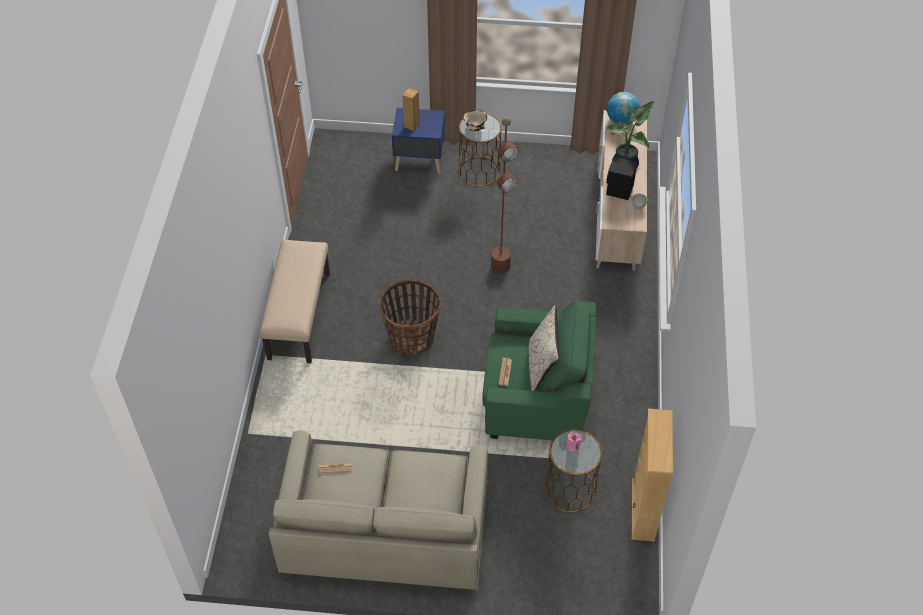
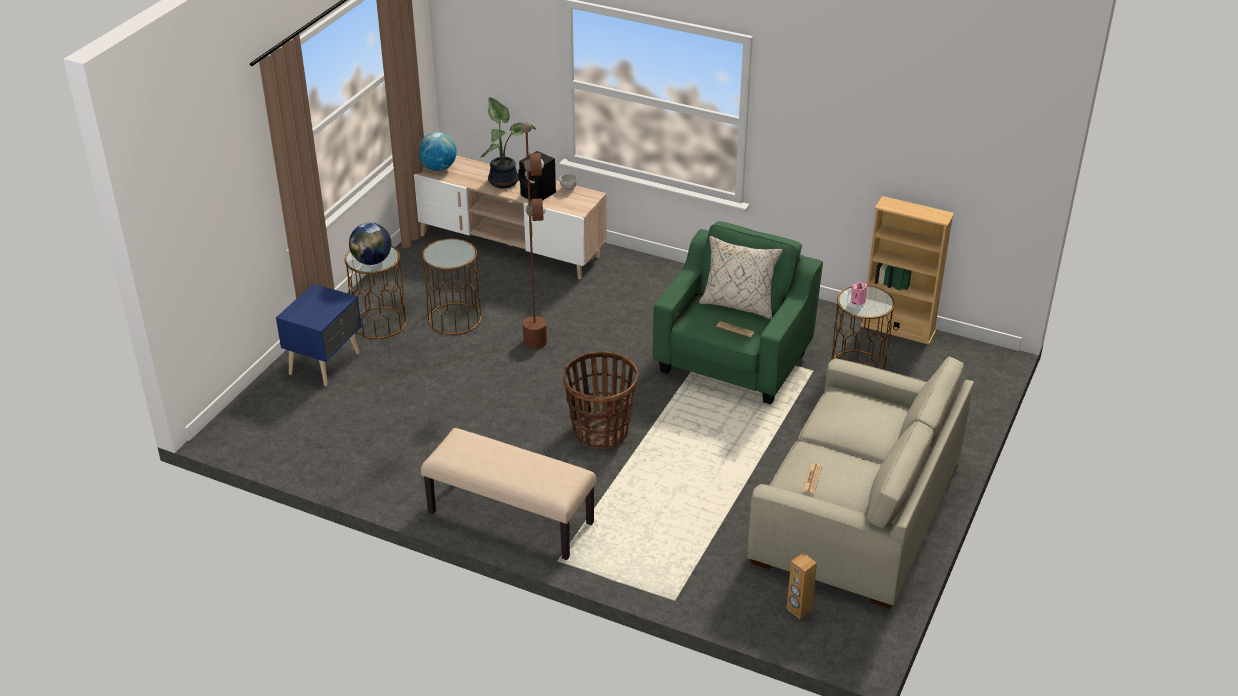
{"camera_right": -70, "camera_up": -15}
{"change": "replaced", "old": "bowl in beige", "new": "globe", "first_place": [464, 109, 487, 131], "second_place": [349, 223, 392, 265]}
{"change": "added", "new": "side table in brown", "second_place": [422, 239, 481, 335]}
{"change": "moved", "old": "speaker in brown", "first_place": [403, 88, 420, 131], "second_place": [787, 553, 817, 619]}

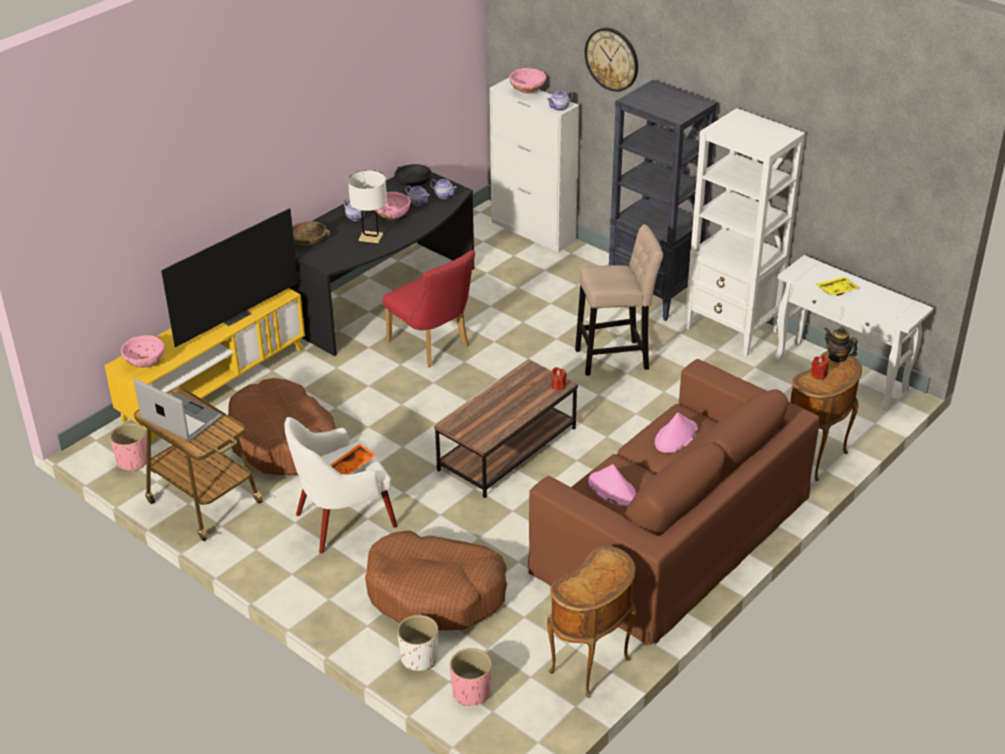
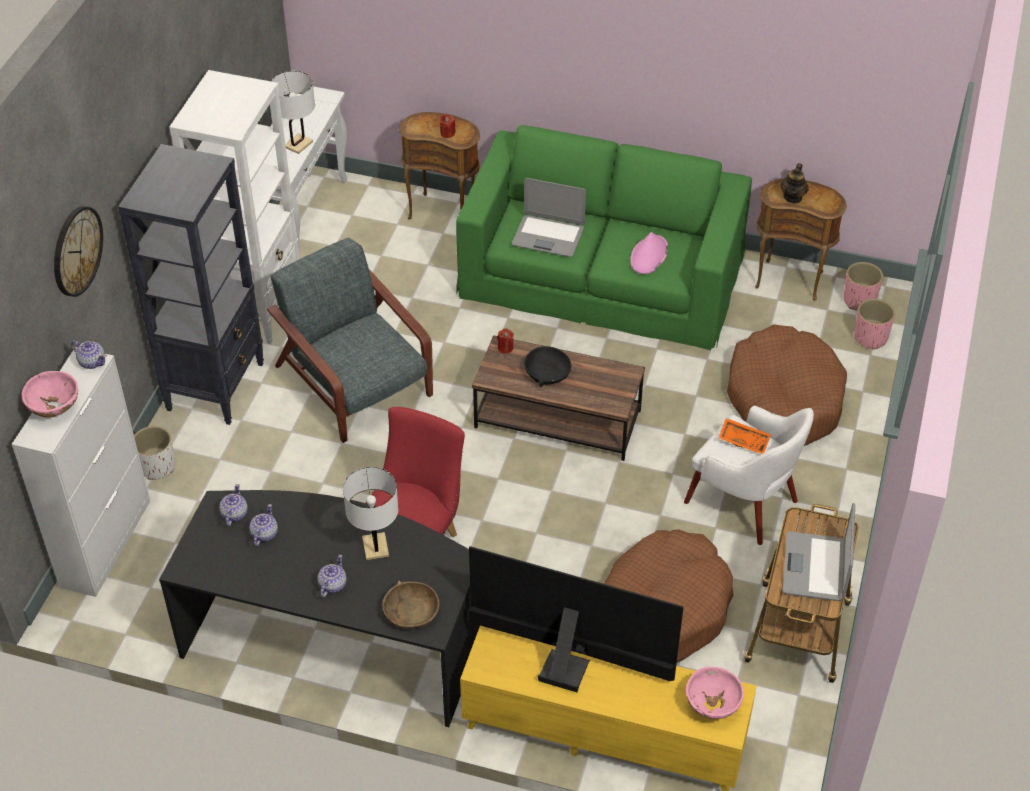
{"camera_right": -115, "camera_up": 10}
{"change": "moved", "old": "planter in white", "first_place": [397, 615, 438, 671], "second_place": [134, 426, 175, 480]}
{"change": "replaced", "old": "stool in beige", "new": "armchair in grey", "first_place": [575, 224, 663, 376], "second_place": [267, 238, 433, 443]}
{"change": "replaced", "old": "tray in yellow", "new": "table lamp in white", "first_place": [816, 277, 859, 296], "second_place": [271, 71, 315, 154]}
{"change": "recoloured", "old": "sofa in brown", "new": "sofa in green", "first_place": [528, 359, 820, 646], "second_place": [456, 125, 752, 350]}
{"change": "replaced", "old": "hat in pink", "new": "laptop", "first_place": [655, 412, 698, 453], "second_place": [512, 178, 586, 257]}
{"change": "moved", "old": "bowl in black", "first_place": [394, 164, 432, 187], "second_place": [524, 346, 571, 387]}
{"change": "moved", "old": "teapot", "first_place": [824, 327, 858, 363], "second_place": [780, 163, 809, 204]}
{"change": "moved", "old": "planter in pink", "first_place": [110, 423, 147, 471], "second_place": [843, 262, 883, 311]}
{"change": "removed", "old": "bowl in pink", "first_place": [375, 192, 411, 220]}

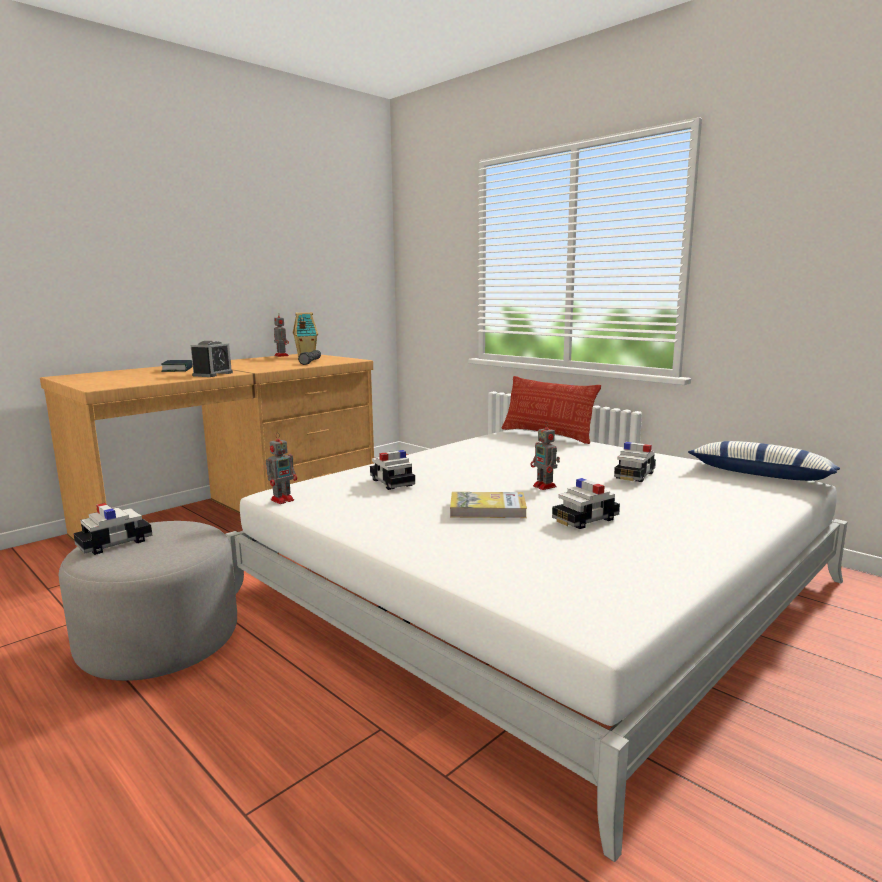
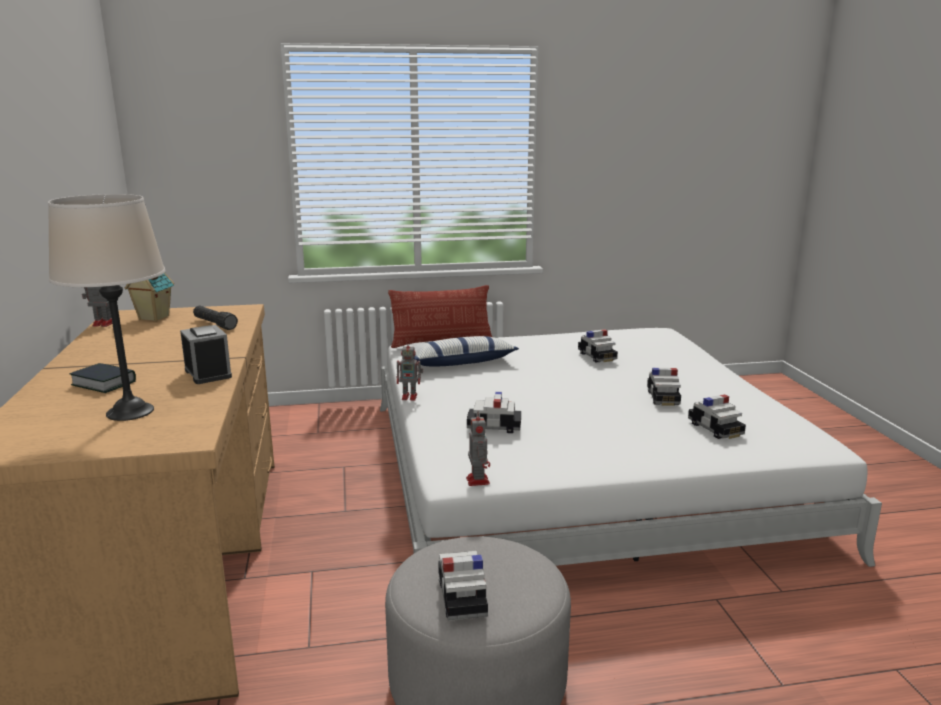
{"camera_right": -55, "camera_up": 5}
{"change": "added", "new": "table lamp in beige", "second_place": [48, 194, 165, 421]}
{"change": "moved", "old": "toy robot", "first_place": [531, 421, 560, 490], "second_place": [397, 342, 423, 400]}
{"change": "moved", "old": "pillow", "first_place": [688, 441, 840, 481], "second_place": [414, 336, 519, 367]}
{"change": "added", "new": "toy car", "second_place": [688, 394, 746, 439]}
{"change": "removed", "old": "book", "first_place": [450, 492, 527, 518]}

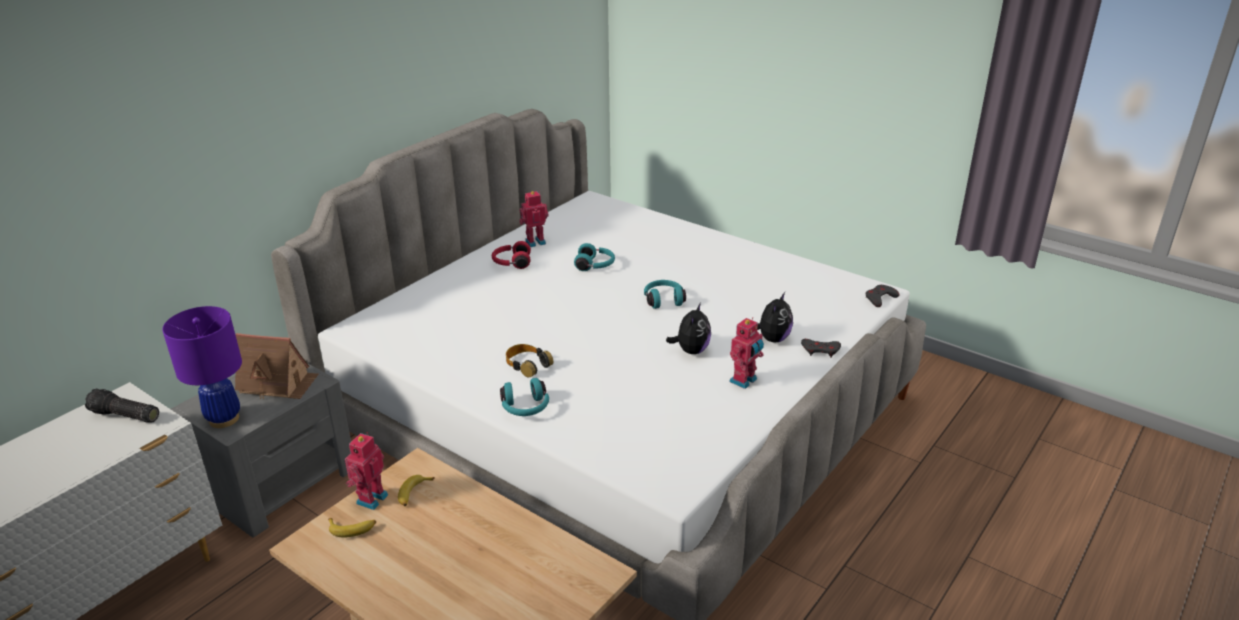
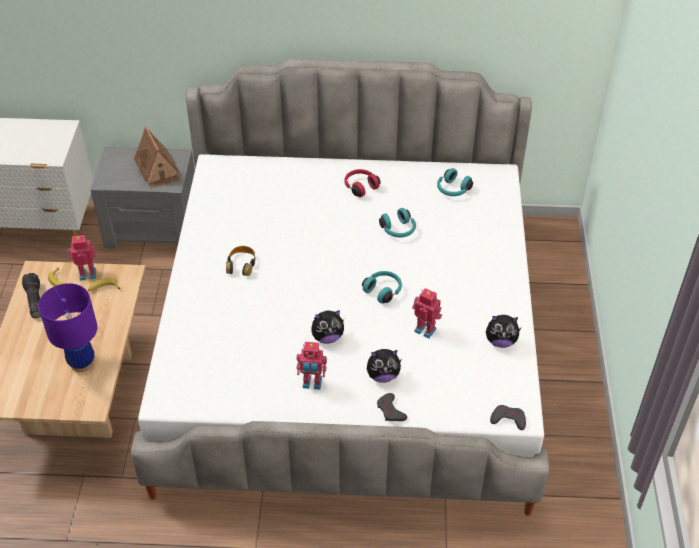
{"camera_right": 55, "camera_up": 15}
{"change": "moved", "old": "flashlight", "first_place": [85, 389, 159, 423], "second_place": [22, 273, 41, 318]}
{"change": "moved", "old": "table lamp in purple", "first_place": [162, 306, 242, 428], "second_place": [38, 283, 97, 372]}
{"change": "moved", "old": "toy robot", "first_place": [519, 191, 549, 247], "second_place": [412, 288, 442, 339]}
{"change": "moved", "old": "headphones in turquoise", "first_place": [500, 378, 549, 416], "second_place": [437, 168, 473, 196]}
{"change": "added", "new": "plush toy", "second_place": [486, 315, 521, 348]}

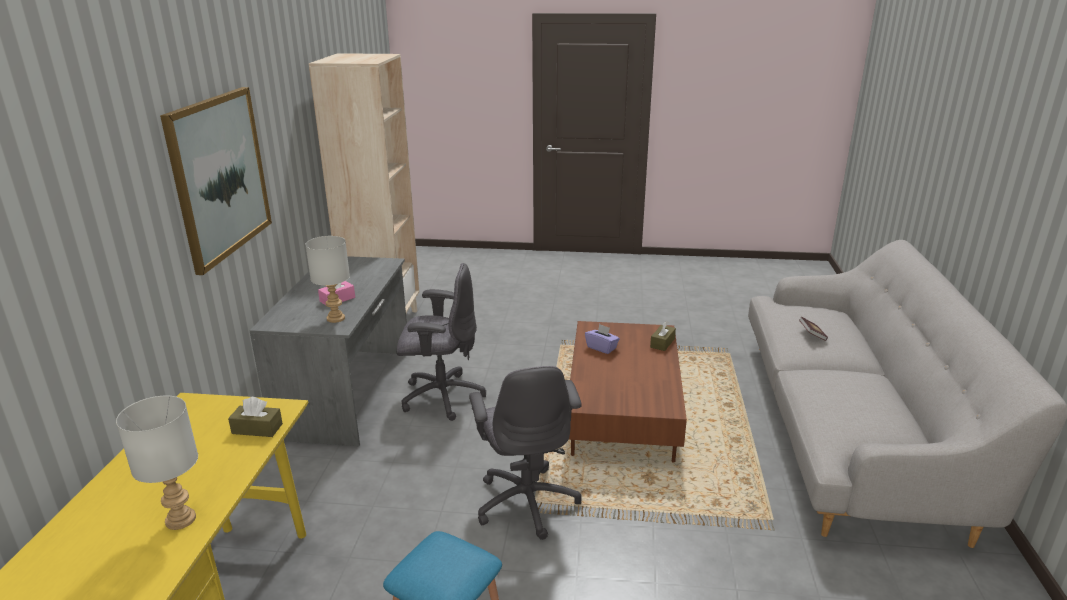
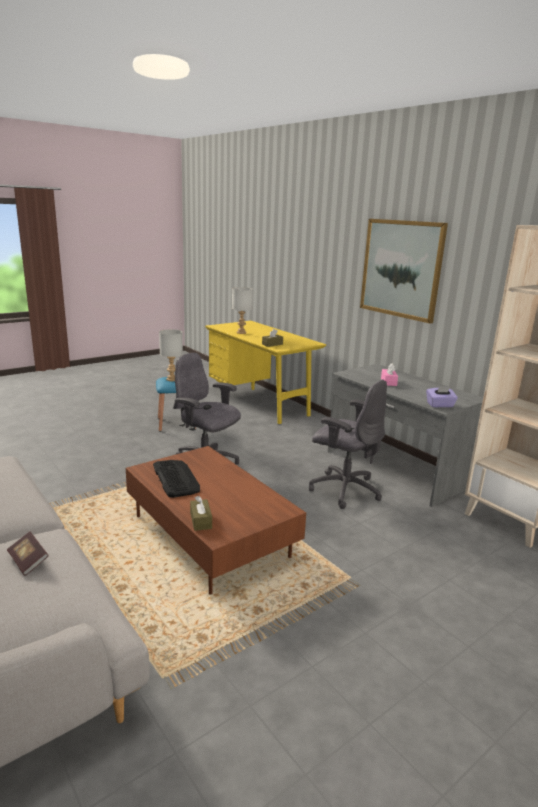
{"camera_right": 135, "camera_up": -5}
{"change": "added", "new": "keyboard", "second_place": [153, 460, 200, 498]}
{"change": "moved", "old": "table lamp in grey", "first_place": [305, 236, 350, 323], "second_place": [159, 329, 183, 381]}
{"change": "turned", "old": "office chair in grey", "first_place": [397, 263, 486, 421], "second_place": [309, 380, 387, 509], "degrees": -105}
{"change": "moved", "old": "tissue box in purple", "first_place": [585, 324, 620, 354], "second_place": [426, 386, 458, 407]}

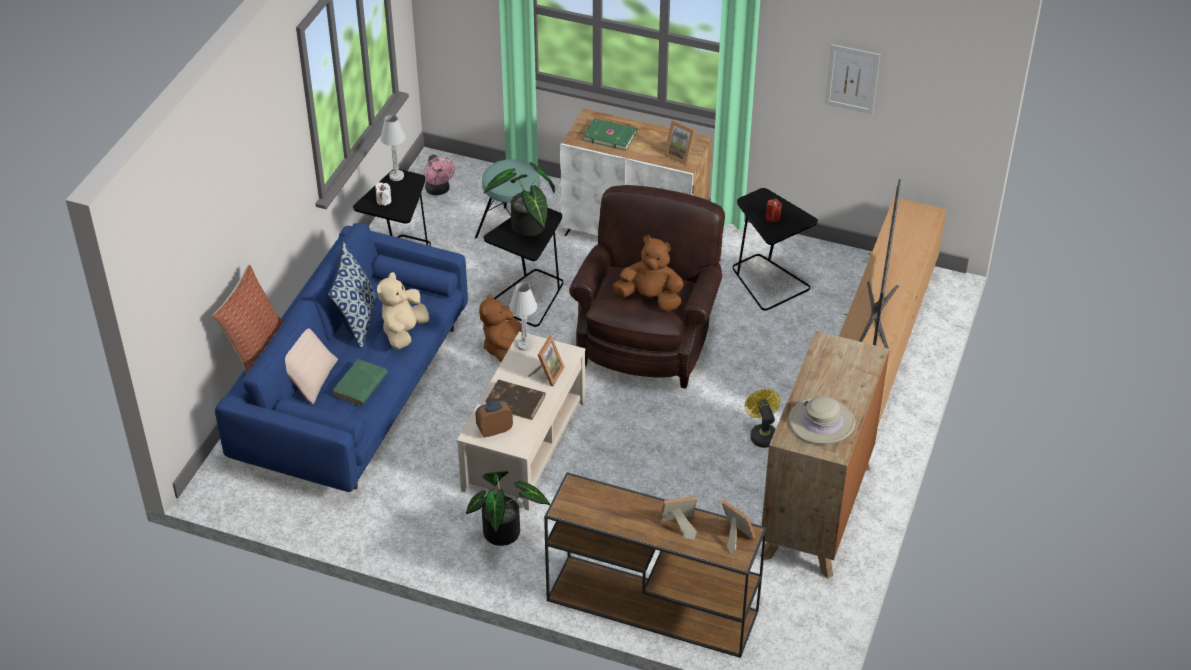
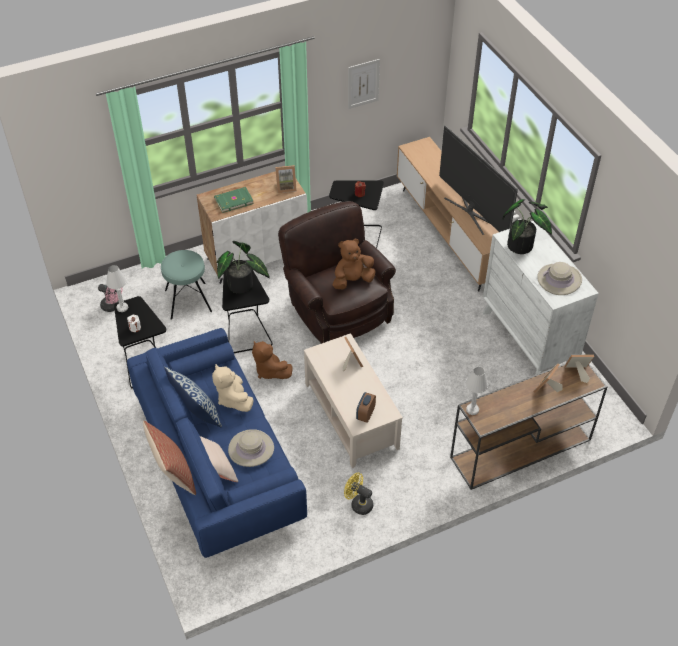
{"camera_right": -45, "camera_up": 5}
{"change": "replaced", "old": "book in green", "new": "hat in beige", "first_place": [332, 359, 388, 406], "second_place": [228, 429, 274, 467]}
{"change": "moved", "old": "fan in yellow", "first_place": [745, 389, 781, 448], "second_place": [344, 473, 373, 515]}
{"change": "moved", "old": "table lamp in white", "first_place": [509, 283, 537, 351], "second_place": [466, 367, 488, 415]}
{"change": "recoloured", "old": "dresser in brown", "new": "dresser in white", "first_place": [760, 331, 889, 579], "second_place": [483, 221, 599, 375]}
{"change": "moved", "old": "potted plant", "first_place": [466, 470, 550, 546], "second_place": [503, 199, 552, 254]}
{"change": "removed", "old": "book in brown", "first_place": [485, 380, 545, 420]}

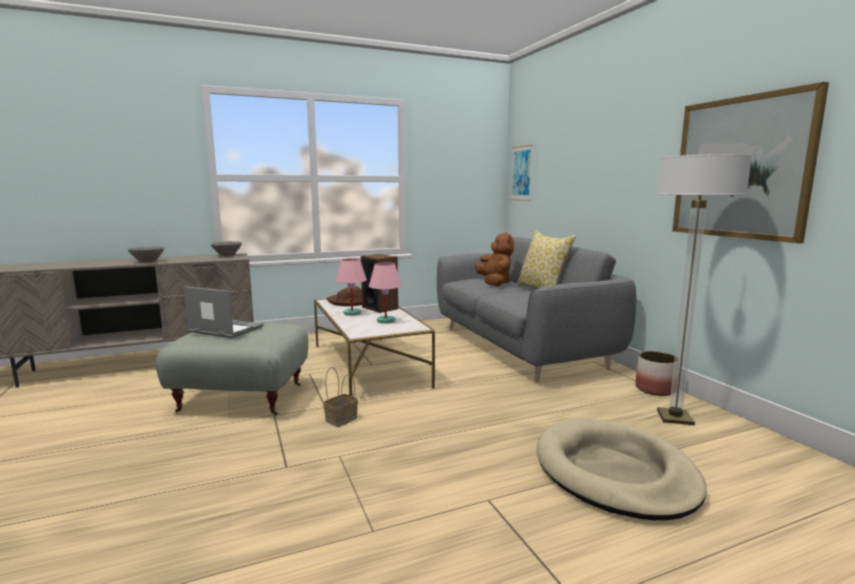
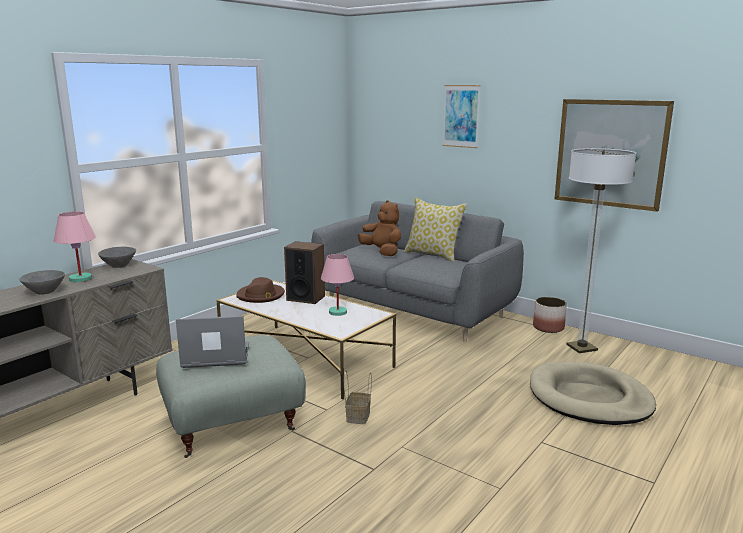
{"camera_right": -30, "camera_up": 5}
{"change": "moved", "old": "table lamp in pink", "first_place": [335, 258, 367, 316], "second_place": [54, 211, 96, 282]}
{"change": "moved", "old": "picture", "first_place": [510, 145, 533, 201], "second_place": [442, 85, 481, 148]}

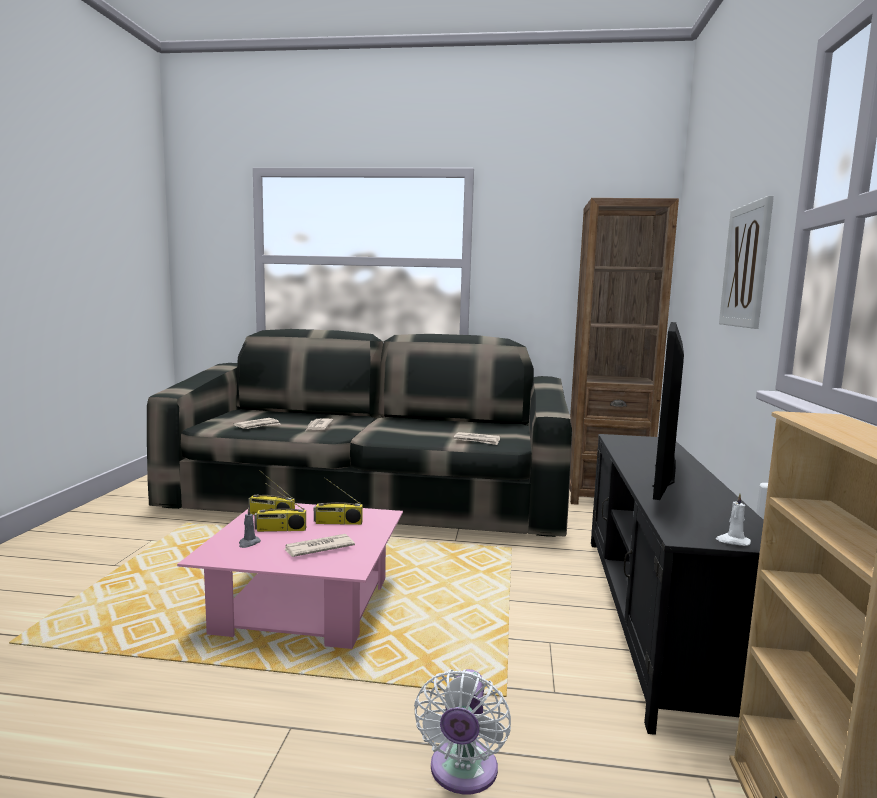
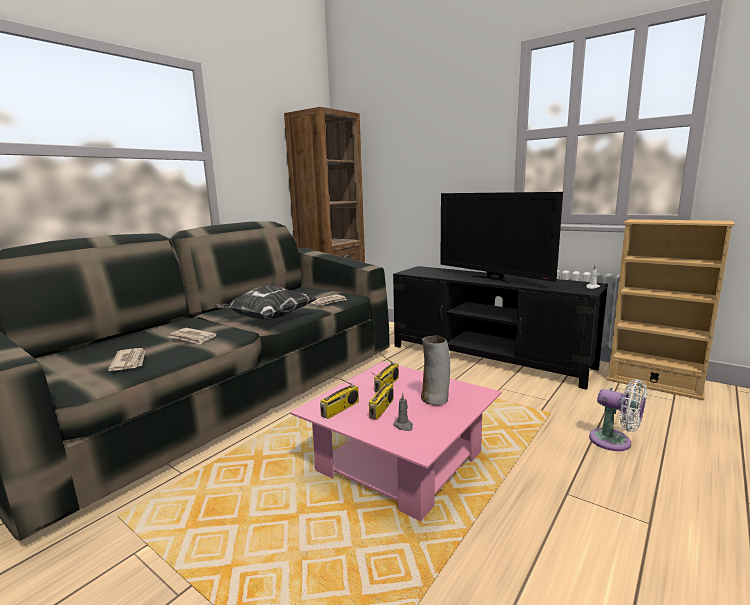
{"camera_right": -60, "camera_up": 5}
{"change": "added", "new": "pillow", "second_place": [214, 285, 317, 320]}
{"change": "replaced", "old": "newspaper", "new": "vase", "first_place": [284, 534, 355, 557], "second_place": [421, 336, 450, 406]}
{"change": "removed", "old": "picture", "first_place": [719, 195, 774, 329]}

